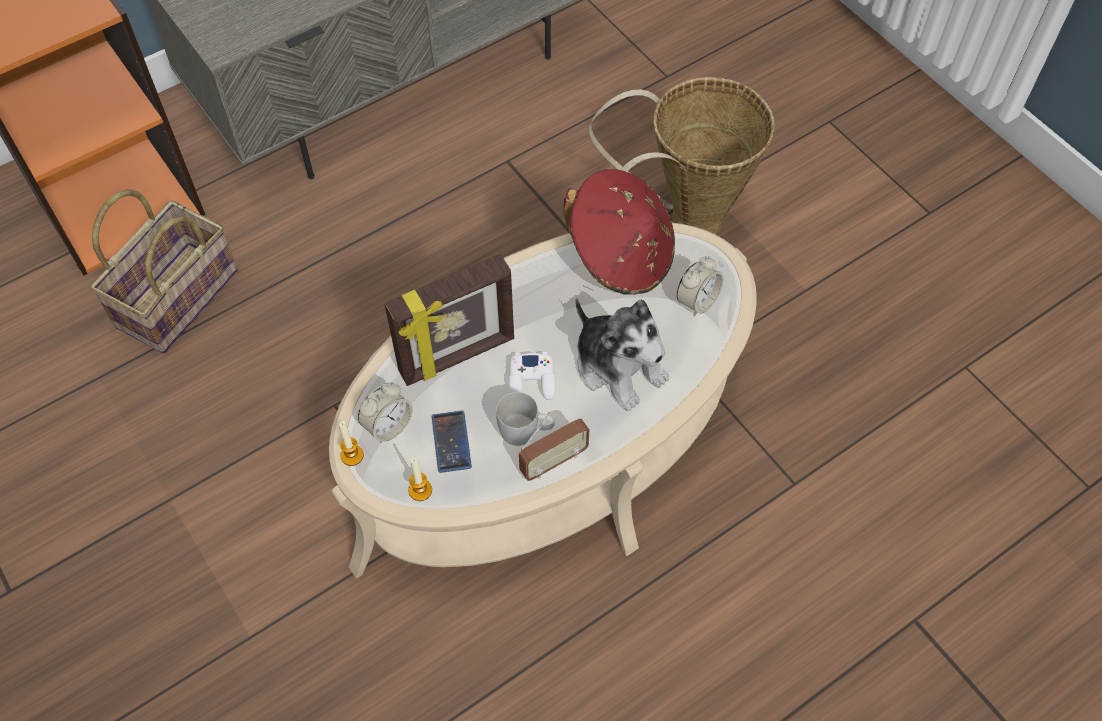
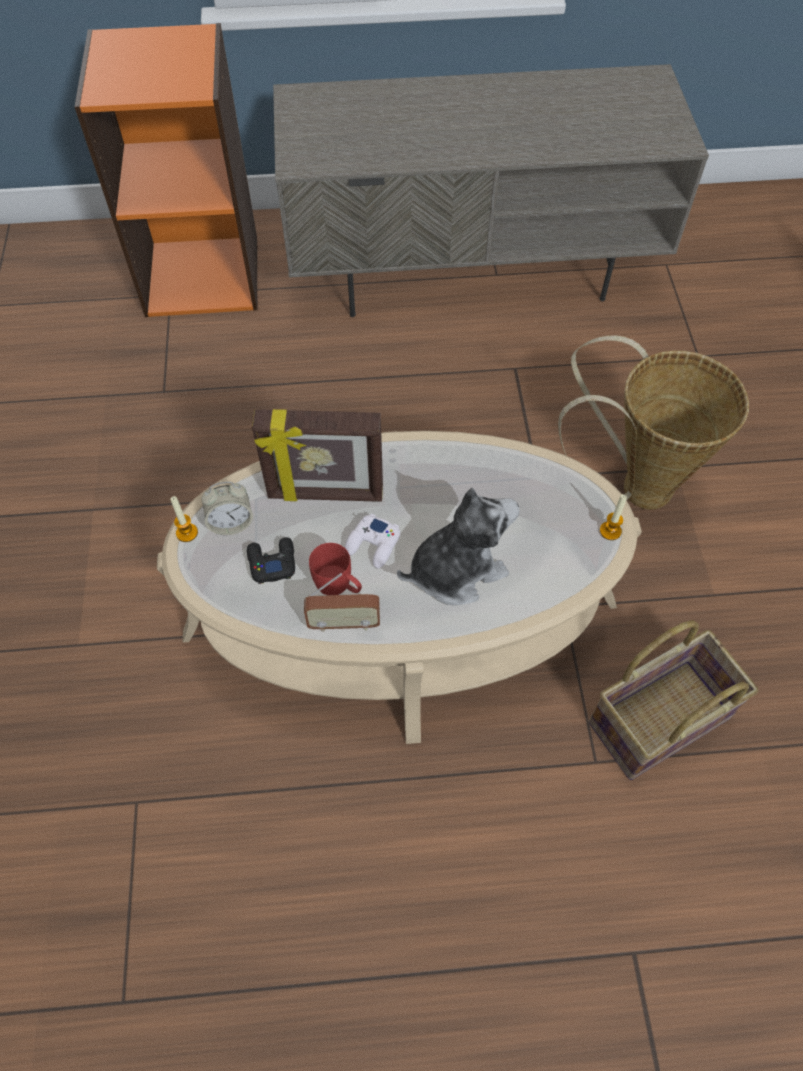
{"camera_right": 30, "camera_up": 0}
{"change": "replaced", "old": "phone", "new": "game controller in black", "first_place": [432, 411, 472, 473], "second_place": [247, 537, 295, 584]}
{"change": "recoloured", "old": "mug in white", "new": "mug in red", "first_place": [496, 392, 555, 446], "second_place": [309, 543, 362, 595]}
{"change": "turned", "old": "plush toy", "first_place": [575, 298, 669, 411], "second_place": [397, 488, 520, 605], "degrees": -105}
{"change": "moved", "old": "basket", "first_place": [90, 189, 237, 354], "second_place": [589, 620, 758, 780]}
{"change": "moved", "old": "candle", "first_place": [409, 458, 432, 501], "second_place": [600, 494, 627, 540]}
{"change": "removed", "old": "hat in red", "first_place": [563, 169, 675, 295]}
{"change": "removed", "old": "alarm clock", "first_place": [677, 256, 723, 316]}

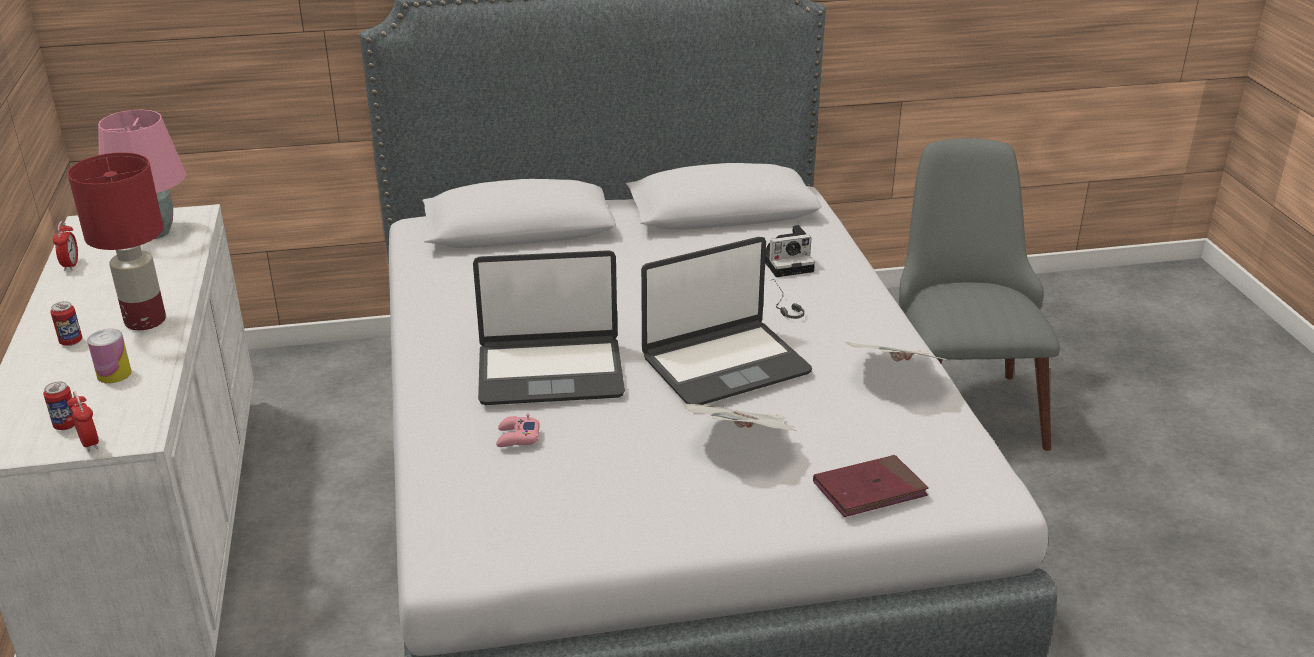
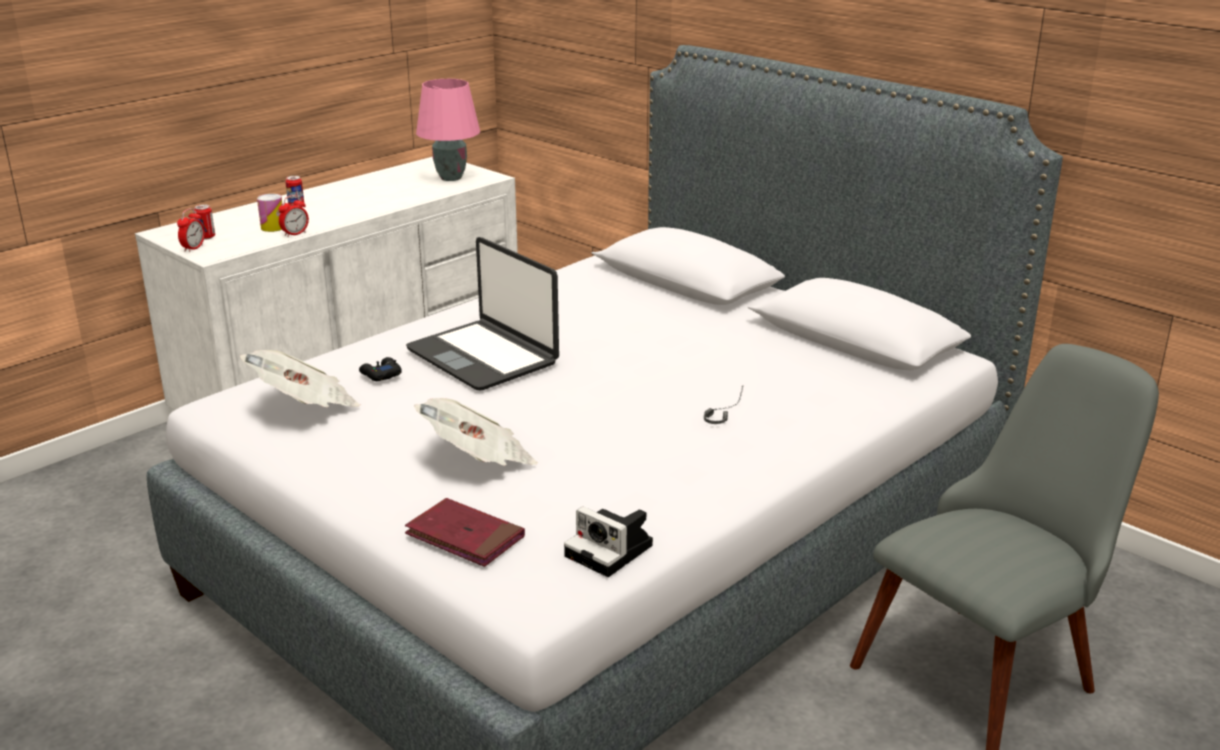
{"camera_right": 55, "camera_up": -5}
{"change": "moved", "old": "newspaper", "first_place": [846, 342, 949, 362], "second_place": [240, 350, 360, 407]}
{"change": "moved", "old": "alarm clock", "first_place": [53, 221, 78, 271], "second_place": [278, 195, 309, 237]}
{"change": "recoloured", "old": "game controller in pink", "new": "game controller in black", "first_place": [496, 414, 540, 447], "second_place": [359, 357, 402, 381]}
{"change": "moved", "old": "photo camera", "first_place": [765, 225, 815, 277], "second_place": [564, 506, 653, 577]}
{"change": "removed", "old": "table lamp in red", "first_place": [68, 152, 166, 330]}
{"change": "removed", "old": "laptop", "first_place": [641, 237, 812, 405]}

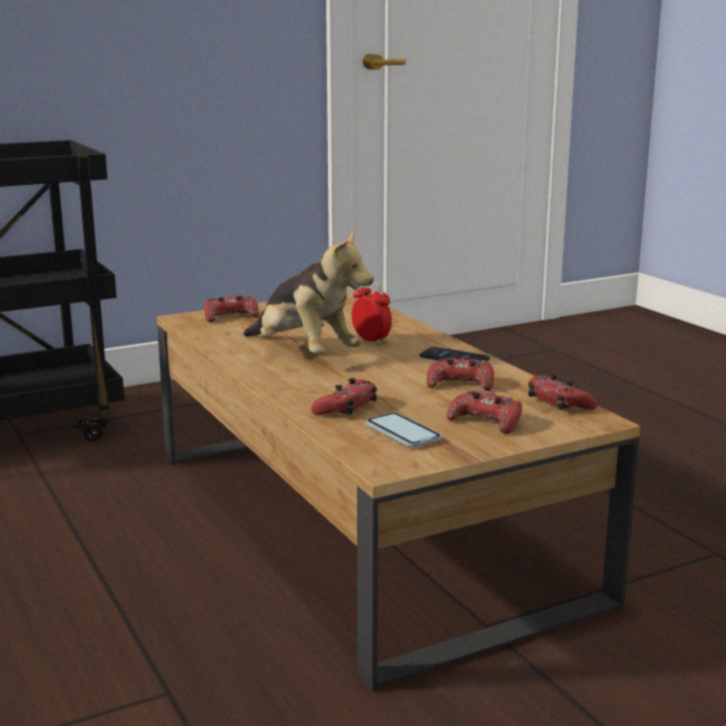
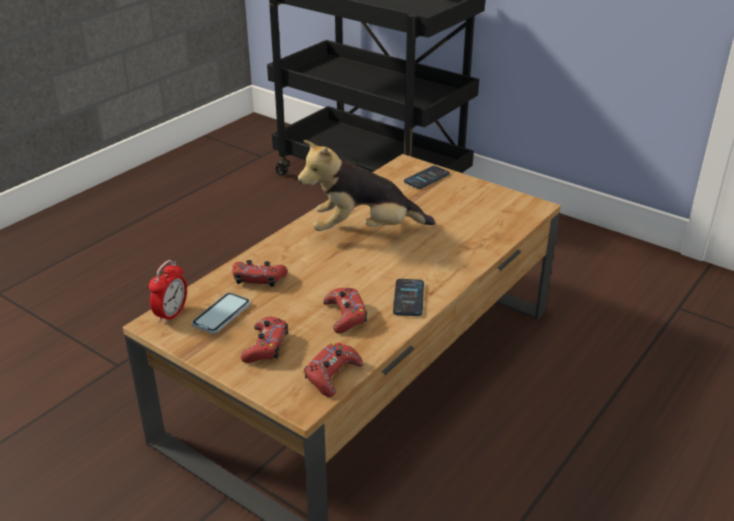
{"camera_right": 65, "camera_up": 15}
{"change": "moved", "old": "alarm clock", "first_place": [352, 281, 392, 345], "second_place": [149, 260, 187, 324]}
{"change": "turned", "old": "plush toy", "first_place": [243, 229, 374, 353], "second_place": [298, 140, 435, 231], "degrees": 60}
{"change": "replaced", "old": "game controller in red", "new": "phone", "first_place": [204, 295, 259, 322], "second_place": [404, 166, 450, 189]}

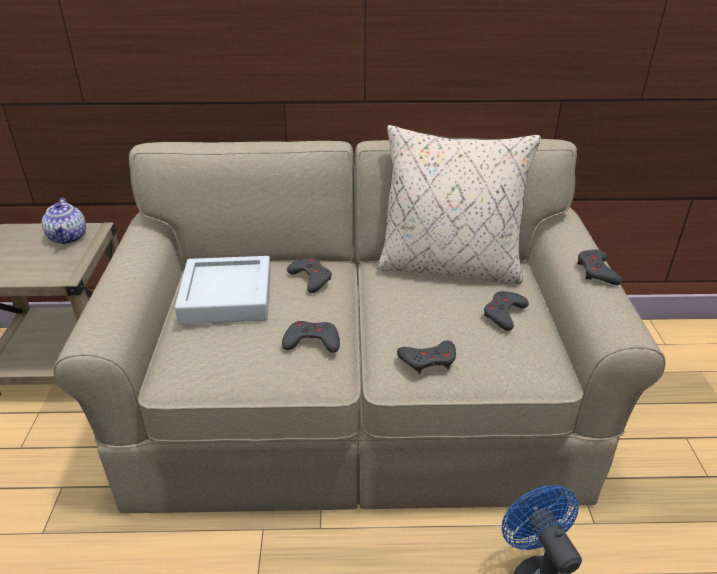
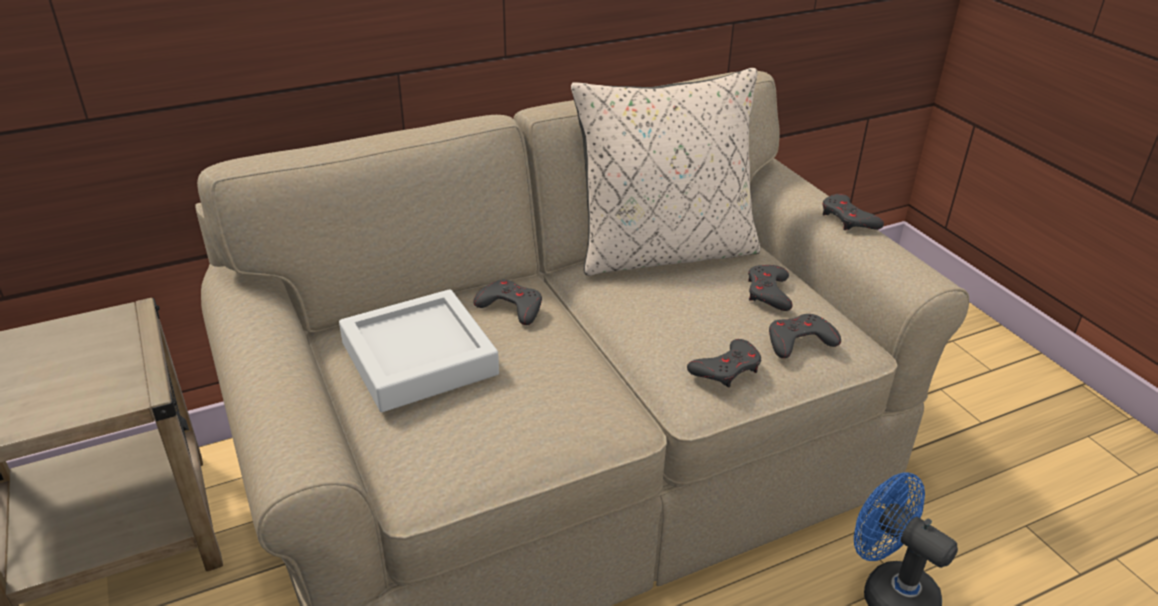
{"camera_right": -25, "camera_up": 0}
{"change": "moved", "old": "game controller in grey", "first_place": [282, 321, 340, 352], "second_place": [769, 314, 841, 358]}
{"change": "removed", "old": "teapot", "first_place": [42, 198, 86, 244]}

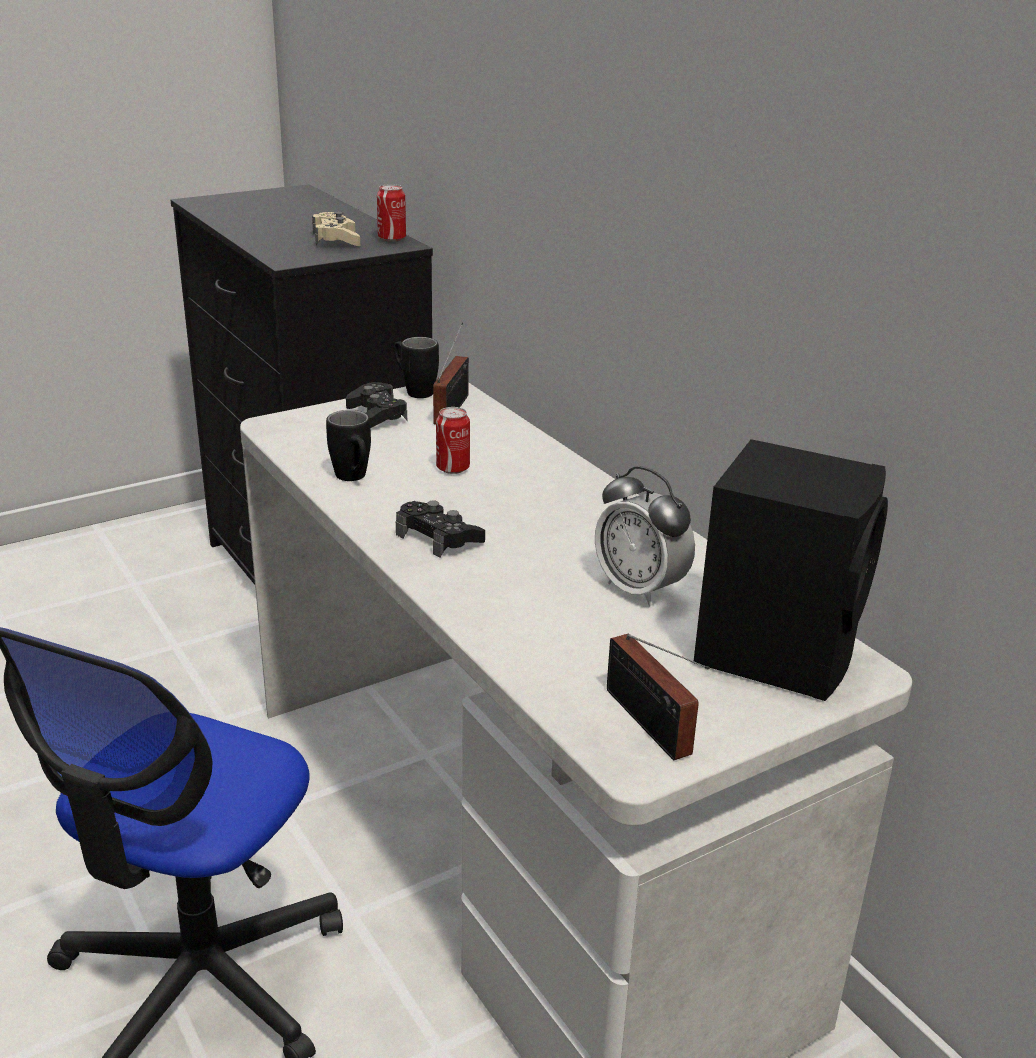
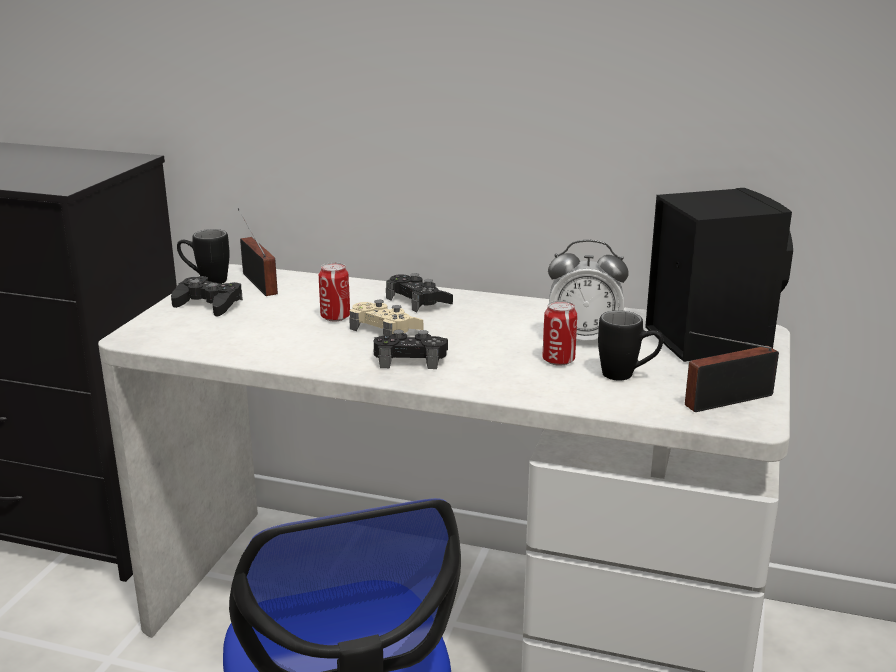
{"camera_right": -40, "camera_up": -5}
{"change": "moved", "old": "game controller in beige", "first_place": [312, 211, 360, 246], "second_place": [349, 300, 423, 336]}
{"change": "added", "new": "game controller in black", "second_place": [386, 273, 453, 312]}
{"change": "moved", "old": "can", "first_place": [377, 184, 406, 242], "second_place": [542, 300, 577, 366]}
{"change": "moved", "old": "mug in black", "first_place": [326, 410, 371, 481], "second_place": [598, 310, 663, 381]}
{"change": "turned", "old": "radio", "first_place": [607, 633, 709, 760], "second_place": [685, 331, 779, 412], "degrees": 135}

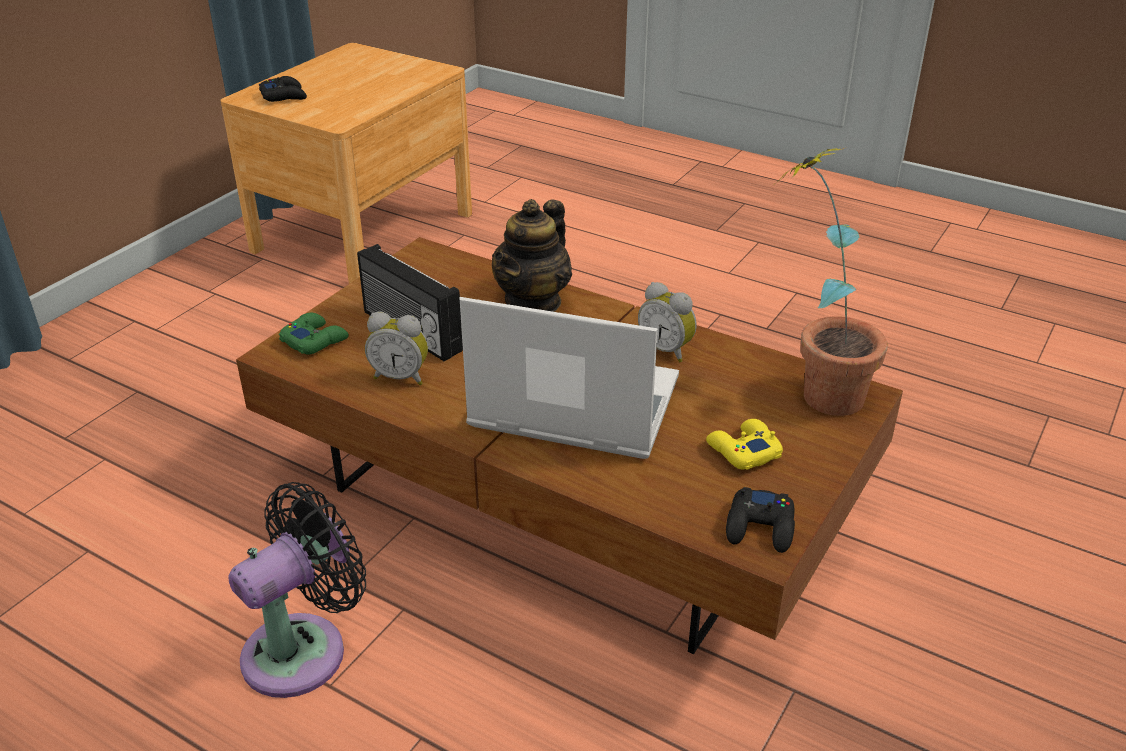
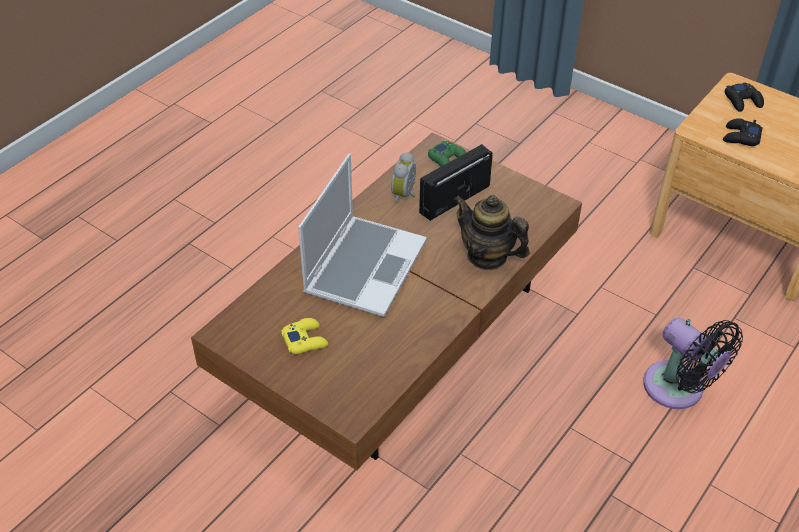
{"camera_right": 95, "camera_up": 10}
{"change": "moved", "old": "fan in black", "first_place": [229, 482, 366, 698], "second_place": [643, 318, 743, 409]}
{"change": "moved", "old": "game controller in black", "first_place": [726, 487, 795, 553], "second_place": [723, 118, 763, 146]}
{"change": "removed", "old": "alarm clock", "first_place": [638, 282, 697, 362]}
{"change": "removed", "old": "potted plant", "first_place": [773, 148, 888, 416]}

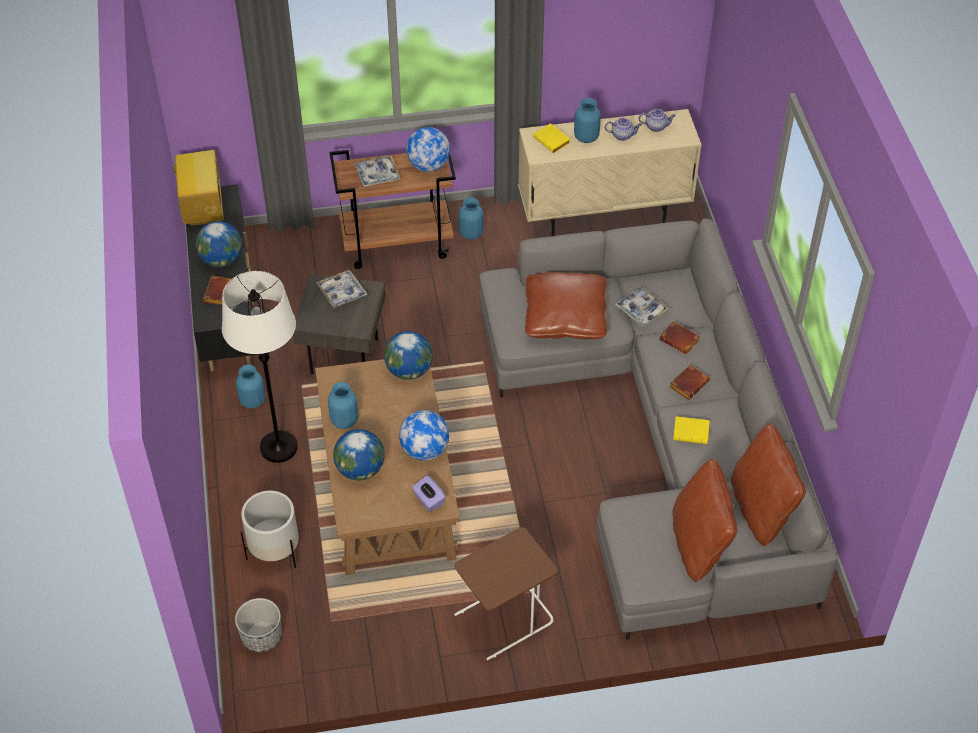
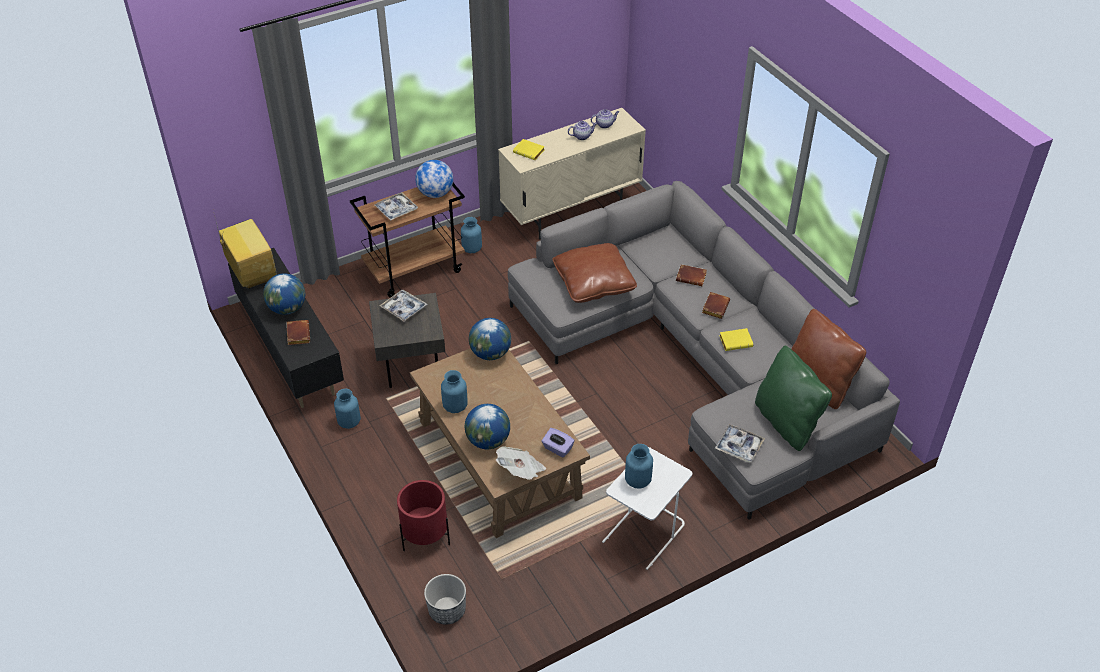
{"camera_right": -20, "camera_up": -5}
{"change": "recoloured", "old": "planter in white", "new": "planter in red", "first_place": [241, 491, 299, 568], "second_place": [397, 480, 450, 551]}
{"change": "added", "new": "newspaper", "second_place": [496, 446, 546, 480]}
{"change": "recoloured", "old": "side table in brown", "new": "side table in white", "first_place": [454, 527, 558, 660], "second_place": [602, 447, 692, 570]}
{"change": "moved", "old": "vase in blue", "first_place": [574, 98, 601, 143], "second_place": [625, 444, 653, 489]}
{"change": "moved", "old": "tray", "first_place": [615, 286, 669, 326], "second_place": [715, 424, 765, 463]}
{"change": "recoloured", "old": "pillow in brown", "new": "pillow in green", "first_place": [672, 458, 737, 582], "second_place": [755, 346, 832, 451]}
{"change": "removed", "old": "floor lamp in white", "first_place": [222, 271, 298, 463]}
{"change": "removed", "old": "globe", "first_place": [399, 410, 449, 461]}

